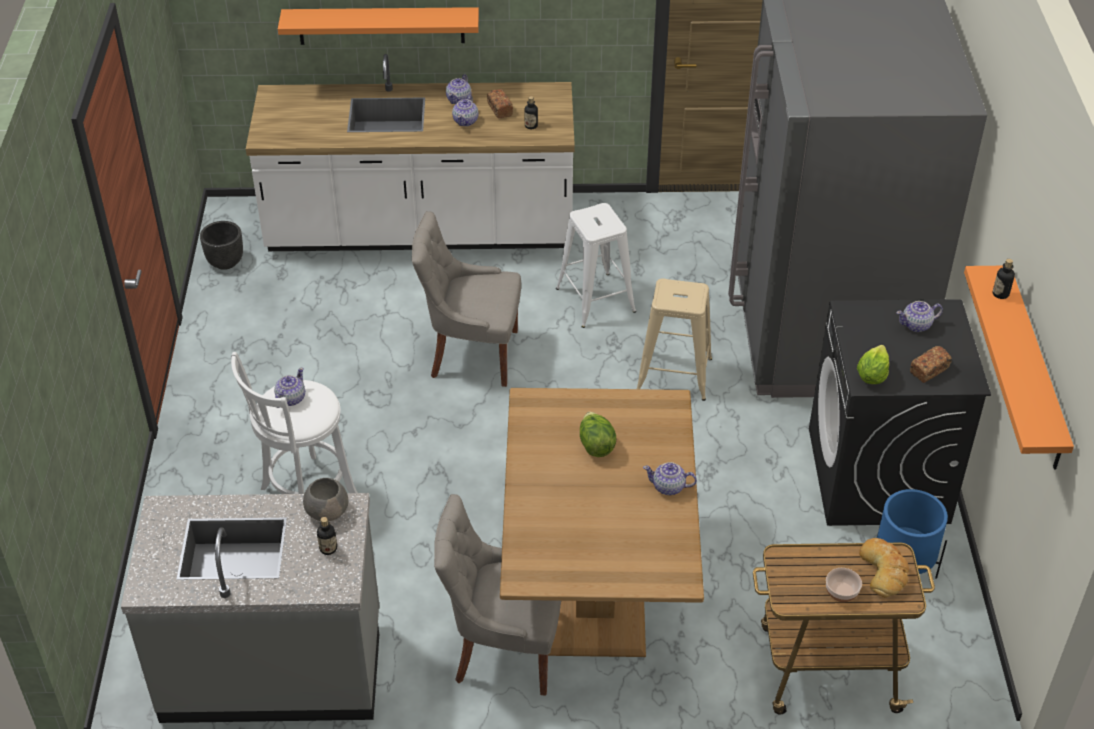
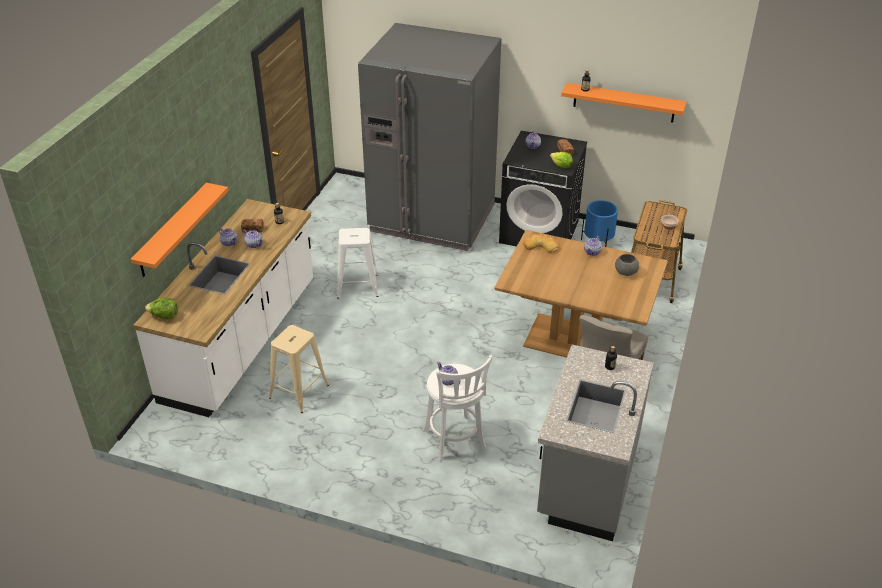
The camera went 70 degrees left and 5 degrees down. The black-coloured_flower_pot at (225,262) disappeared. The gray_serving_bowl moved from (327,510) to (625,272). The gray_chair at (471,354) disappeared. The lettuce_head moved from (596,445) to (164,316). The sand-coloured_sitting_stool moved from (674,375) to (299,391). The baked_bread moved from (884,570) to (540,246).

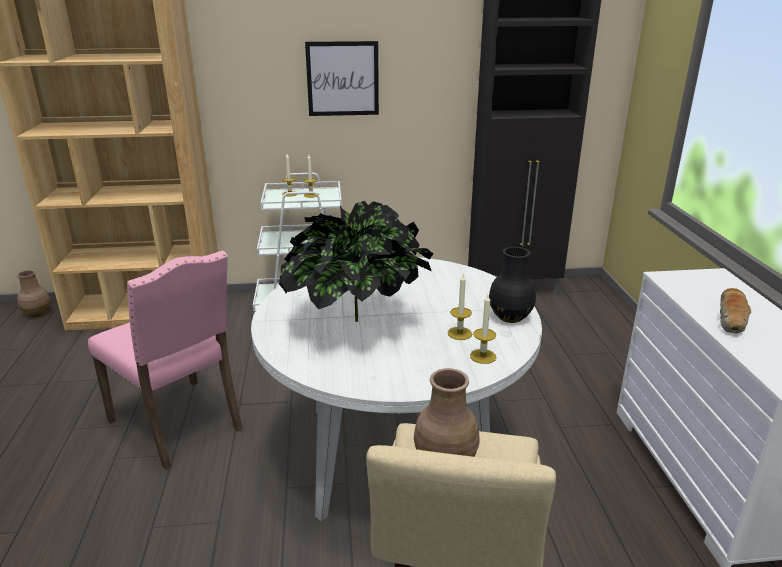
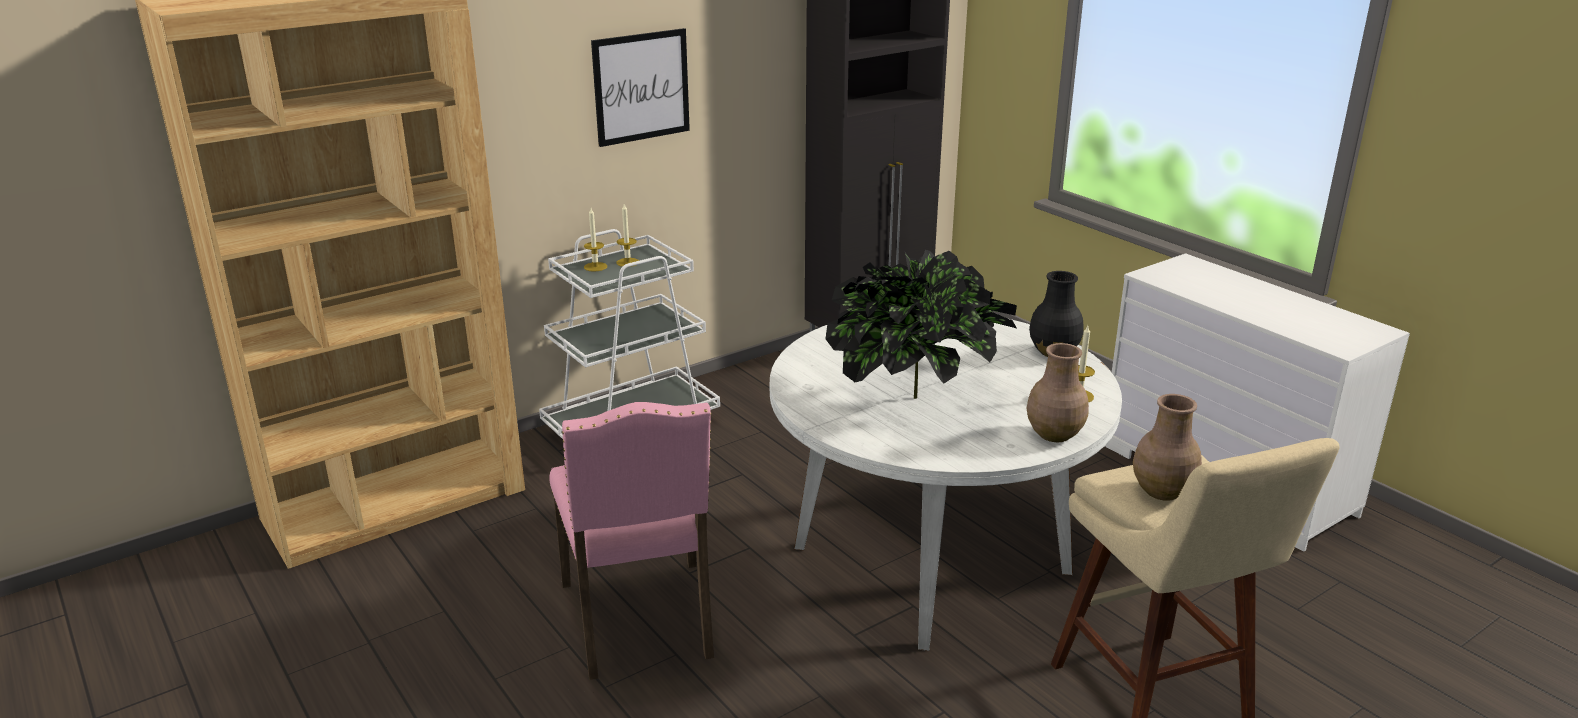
The camera went 30 degrees left and 0 degrees up. The brownish_flower_vase moved from (37,313) to (1053,434). The pinkish_chair at (180,424) turned 60 degrees clockwise. The wax_light at (459,333) disappeared. The baked_bread at (732,319) disappeared.

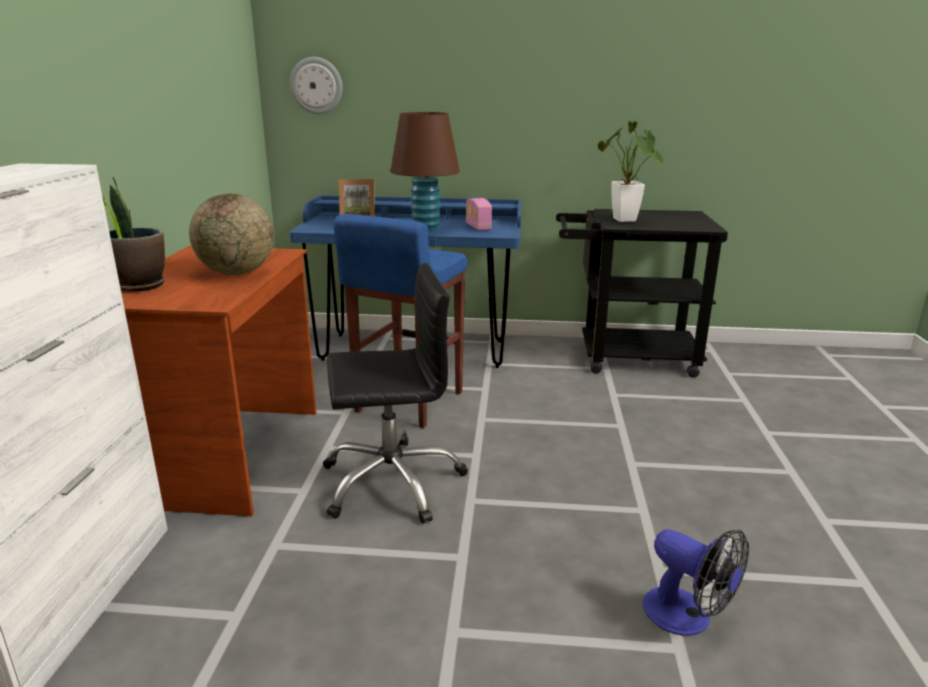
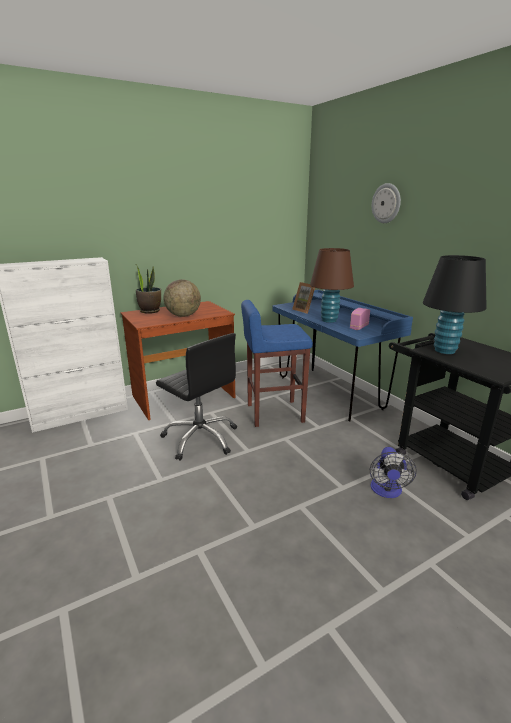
The camera went 55 degrees right and 0 degrees up. The hanging_clock moved from (316,85) to (386,203). The potted_plant at (626,221) was replaced by the black-coloured_tabletop_lamp at (444,350). The electric_fan moved from (688,617) to (386,491).

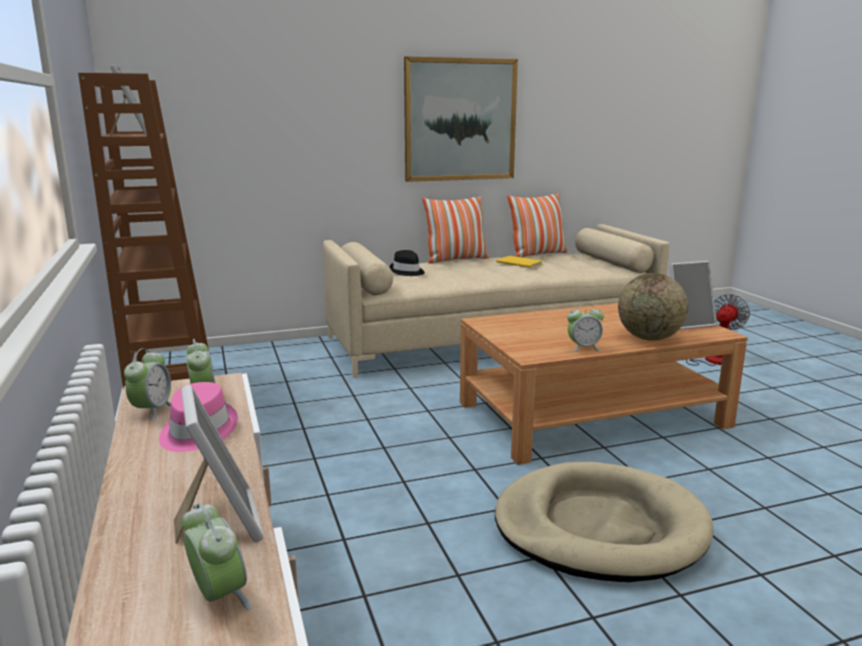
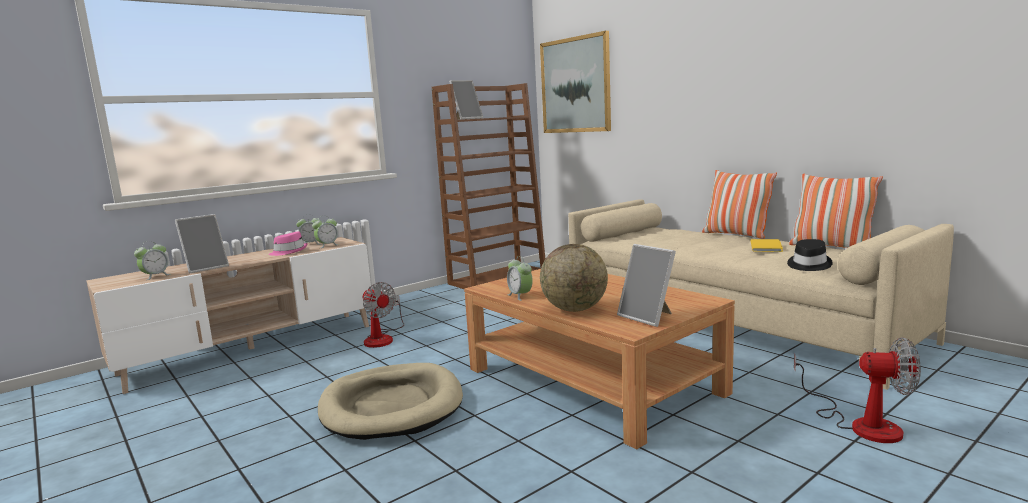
The camera went 70 degrees right and 5 degrees down. The black-coloured_wearable_hat moved from (407,271) to (808,265). The picture moved from (460,120) to (575,85). The electric_fan at (382,338) appeared.

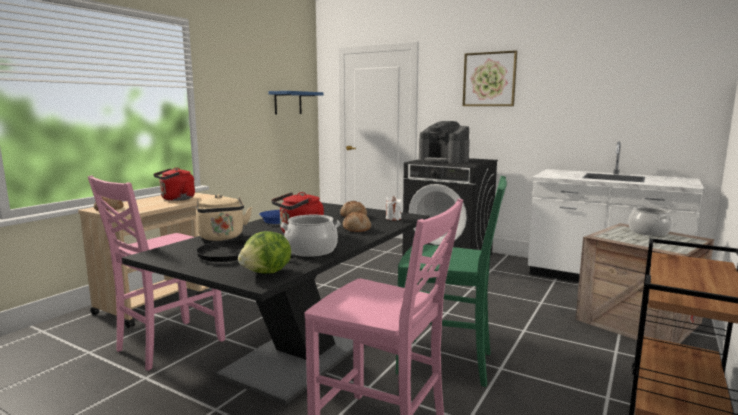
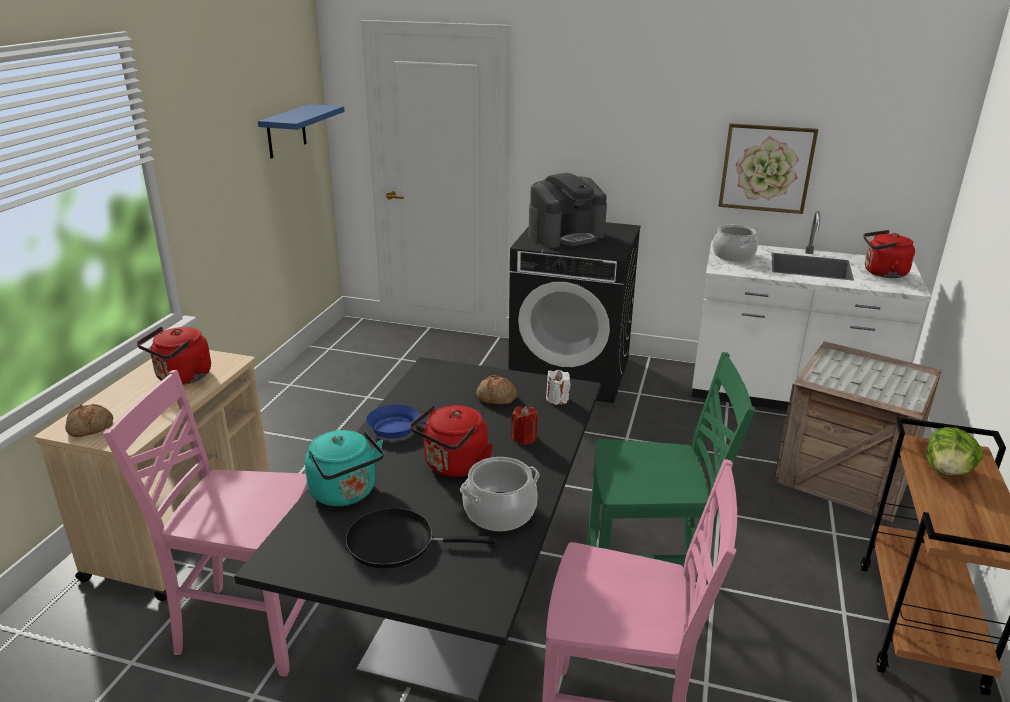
The camera went 15 degrees left and 15 degrees up. The pinkish_chair at (168,345) turned 75 degrees clockwise. The sand-coloured_kettle at (222,238) became the turquoise_kettle at (346,493). The lettuce_head moved from (267,273) to (947,471). The baked_bread at (357,228) was replaced by the reddish_wax_light at (524,438). The coffee_maker at (444,160) turned 60 degrees counterclockwise. The picture moved from (489,79) to (766,168). The cooking_pot moved from (648,232) to (733,255). The reddish_kettle at (882,273) appeared.

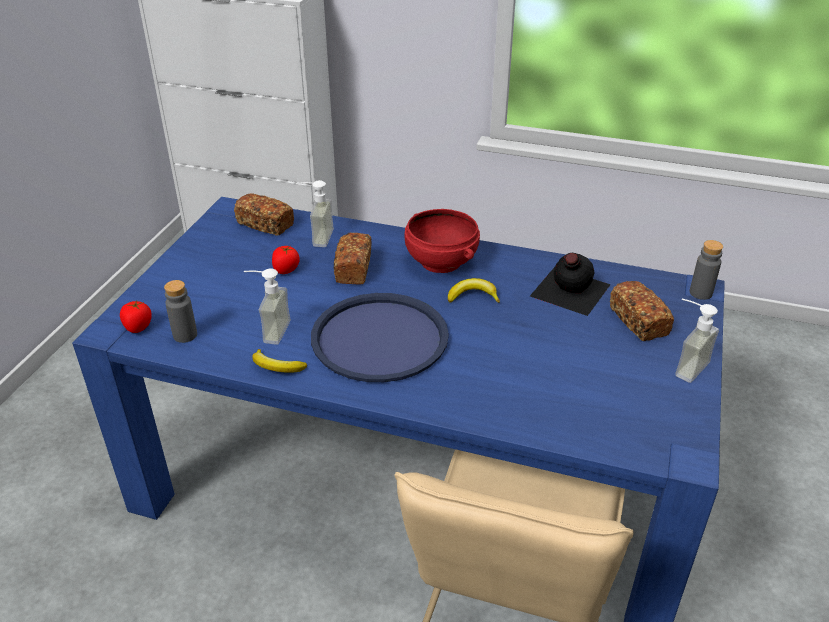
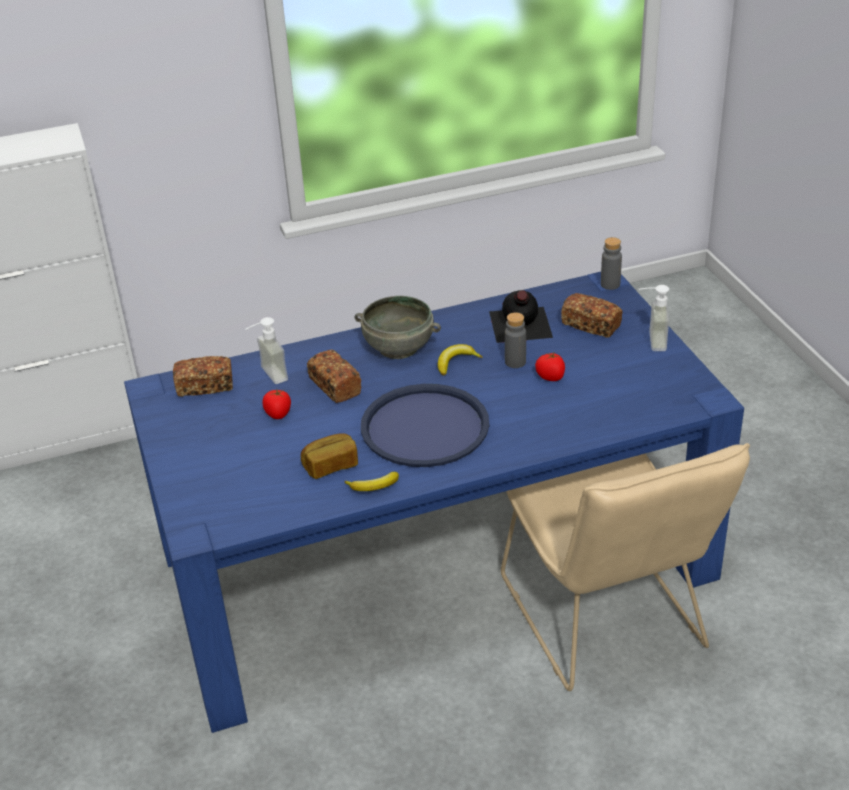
The camera went 35 degrees left and 0 degrees up. The tomato moved from (138,327) to (550,377). The gray_drink_bottle moved from (185,335) to (515,362). The soap_dispenser at (269,331) was replaced by the baked_bread at (330,465). The reddish_serving_bowl at (440,262) became the gray_serving_bowl at (398,348).

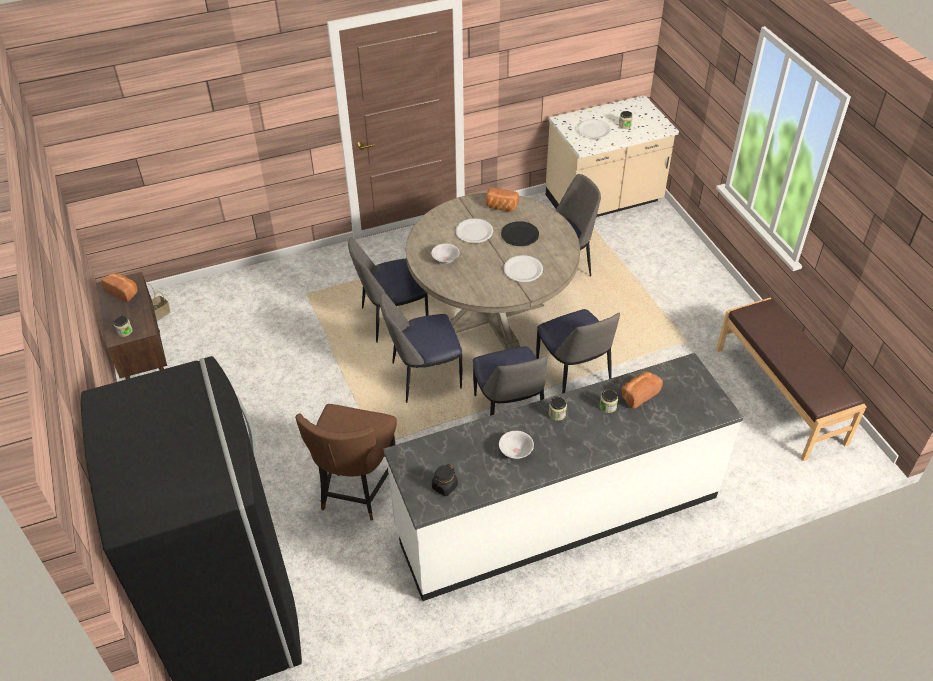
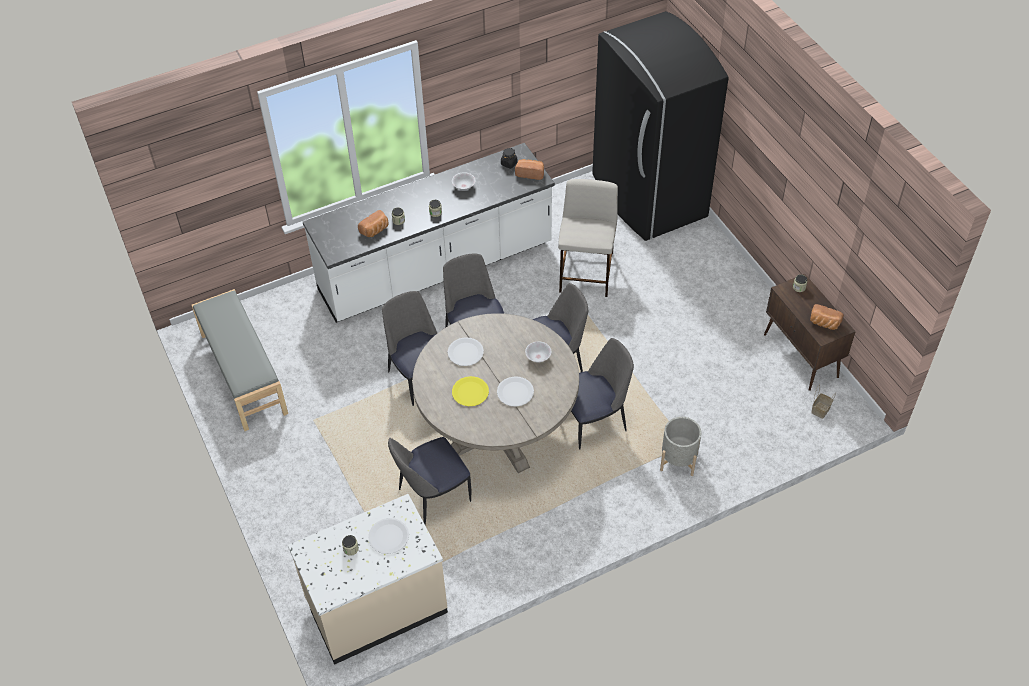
The camera went 175 degrees right and 5 degrees up. The brownish_chair at (356,489) was replaced by the sand-coloured_sitting_stool at (586,273). The baked_bread moved from (501,207) to (530,173). The black-coloured_plate at (520,235) became the yellow-coloured_plate at (470,392). The brownish_bench at (780,394) became the gray_bench at (243,374). The gray_flower_pot at (678,460) appeared.

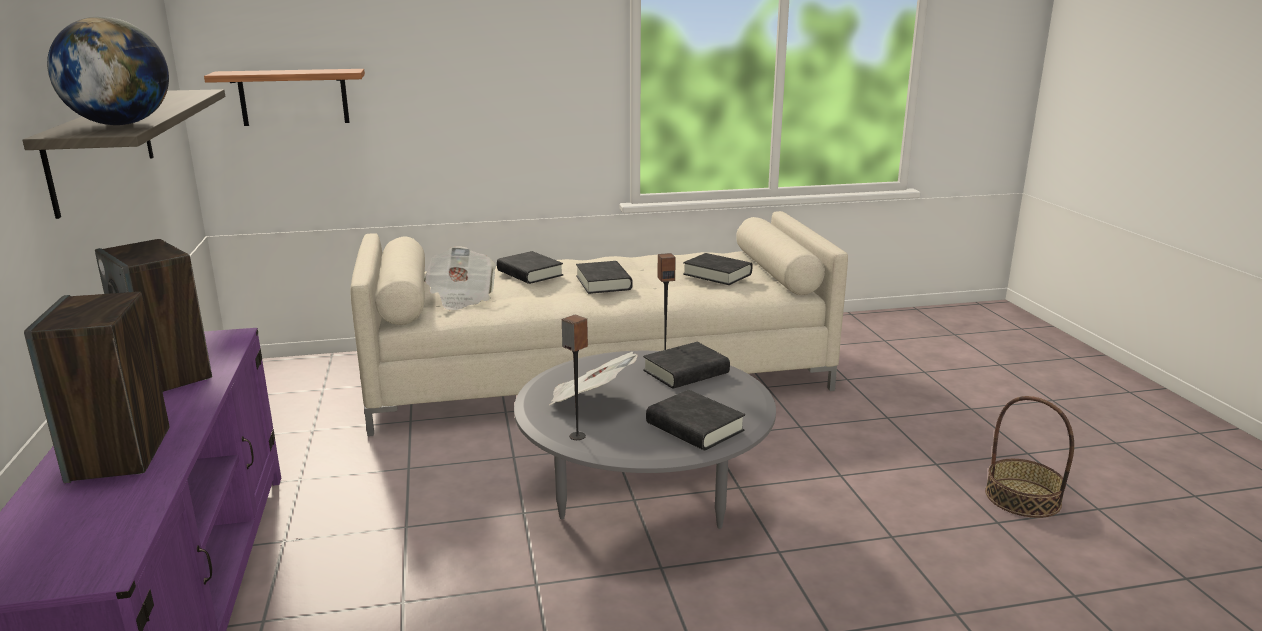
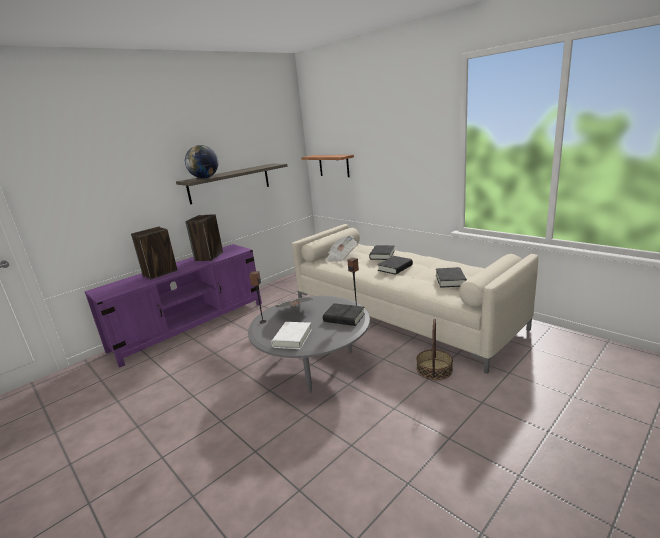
The camera went 60 degrees right and 0 degrees up. The black-coloured_bound_book at (694,427) became the white-coloured_bound_book at (292,338). The household_basket moved from (1023,498) to (434,369).

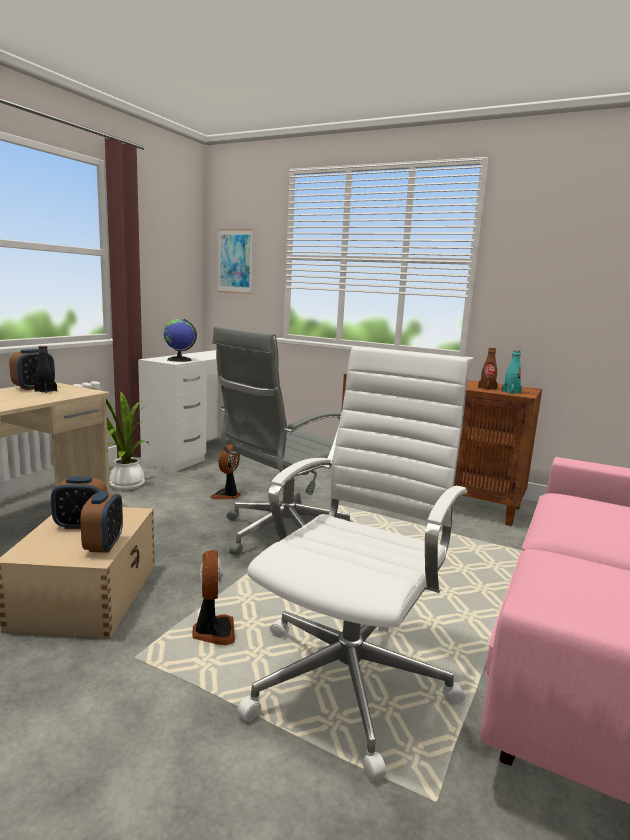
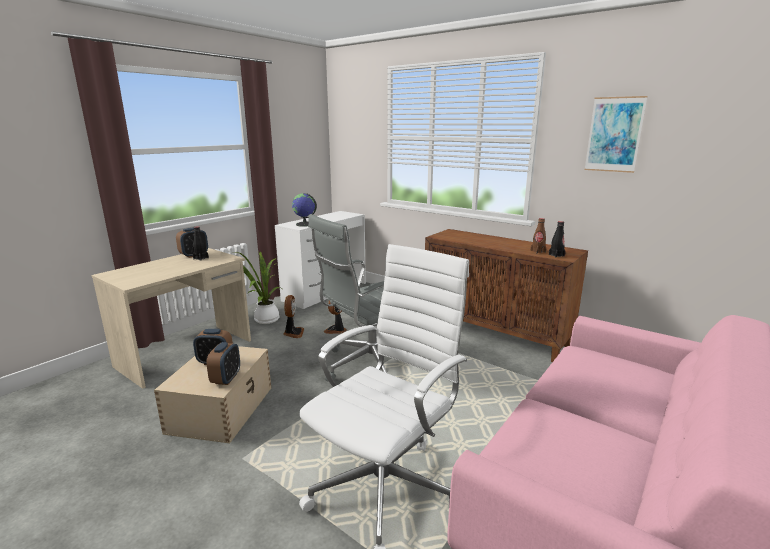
The camera went 10 degrees right and 5 degrees up. The electric_fan moved from (213,631) to (293,333). The picture moved from (235,261) to (614,134). The turquoise_drink_bottle at (511,392) became the black-coloured_drink_bottle at (556,255).

